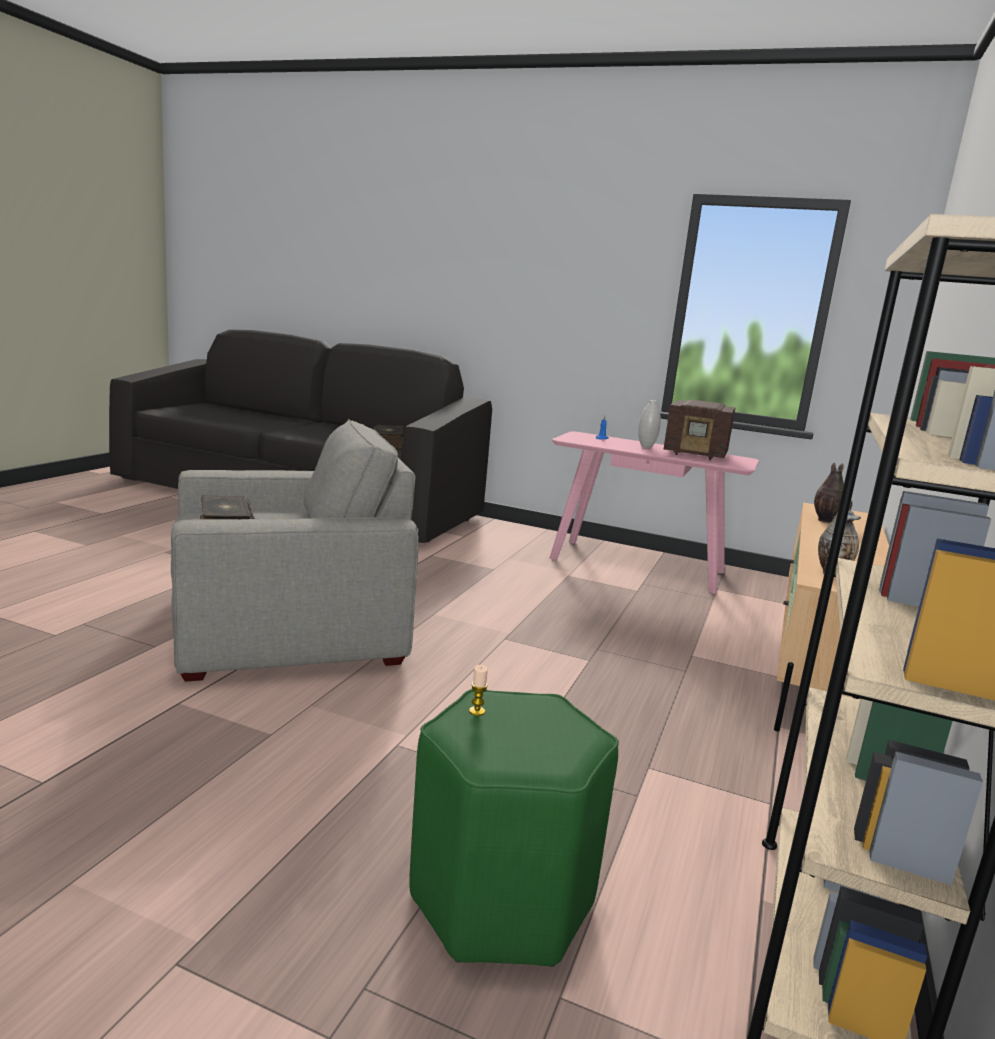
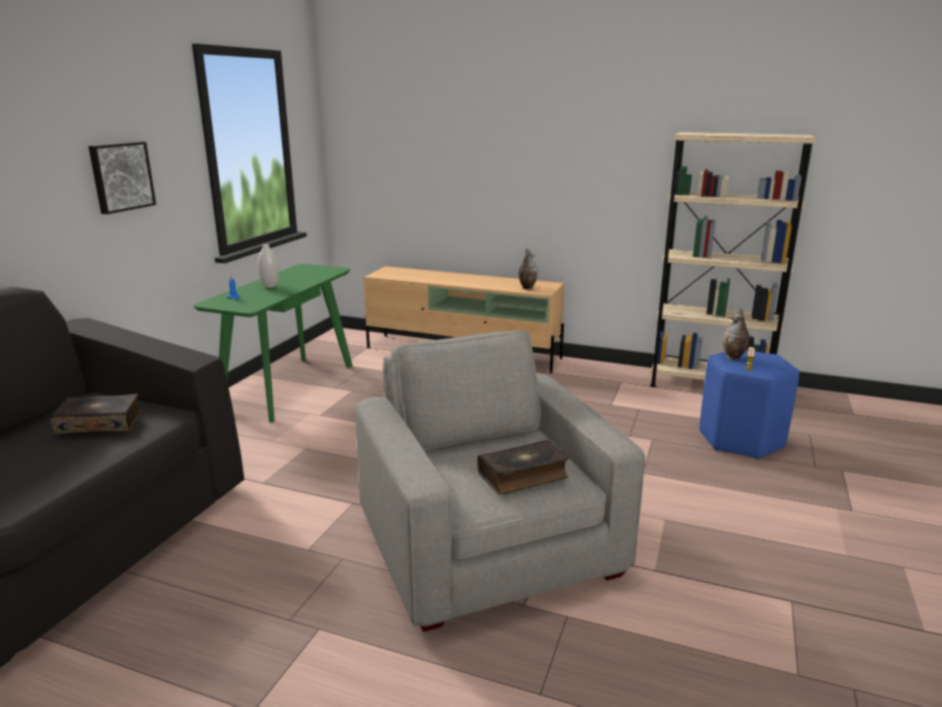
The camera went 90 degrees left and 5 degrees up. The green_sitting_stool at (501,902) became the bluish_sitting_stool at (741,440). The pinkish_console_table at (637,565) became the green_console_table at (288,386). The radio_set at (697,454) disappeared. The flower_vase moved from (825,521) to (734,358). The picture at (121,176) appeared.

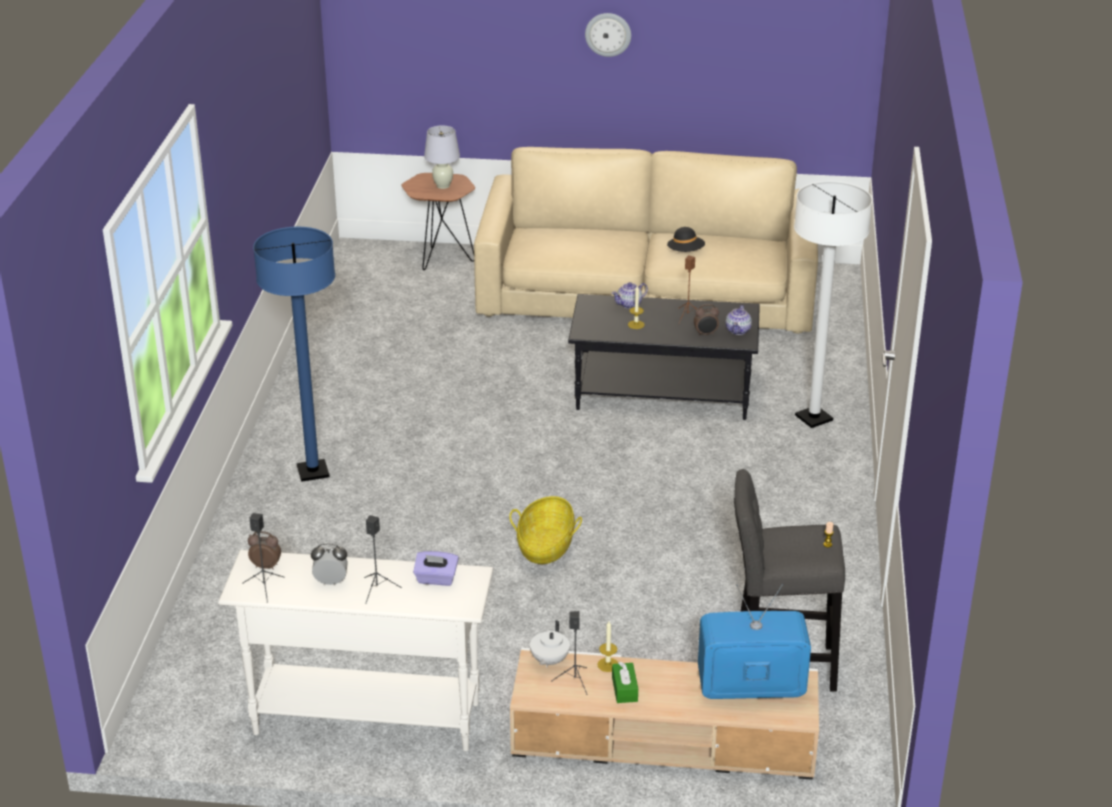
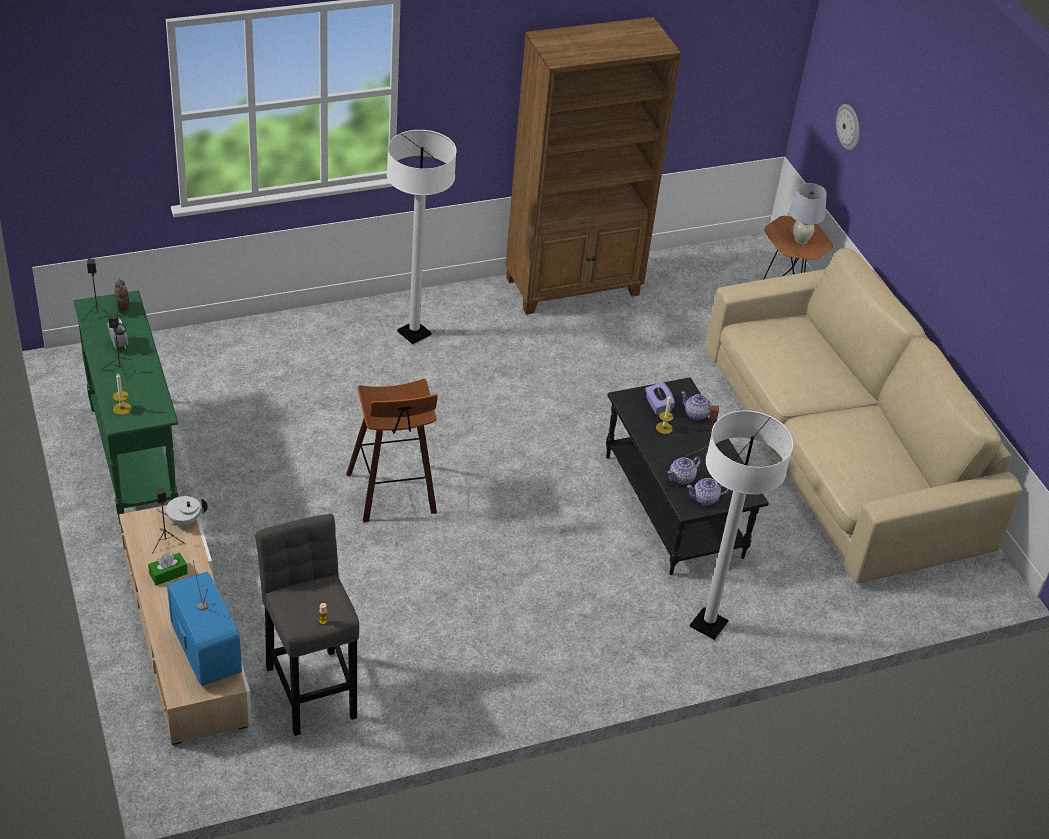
The camera went 60 degrees right and 10 degrees up. The white-coloured_console_table at (366,718) became the green_console_table at (134,459). The bluish_floor_lamp at (313,472) became the white-coloured_floor_lamp at (414,333). The purplish_box_of_tissues moved from (436,579) to (658,406). The household_basket at (545,546) was replaced by the sitting_stool at (395,495). The hanging_clock moved from (608,34) to (849,127). The wax_light moved from (608,664) to (122,408). The black-coloured_wearable_hat at (685,252) disappeared. The bedside_clock at (706,334) was replaced by the tea_pot at (682,478). The brownish_shelving_unit at (574,287) appeared.

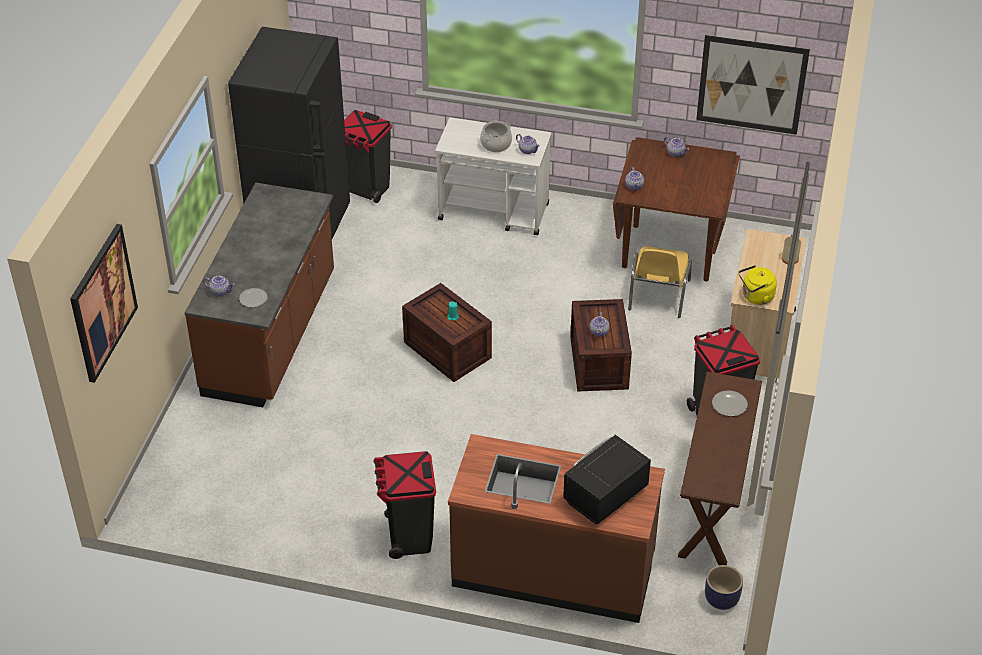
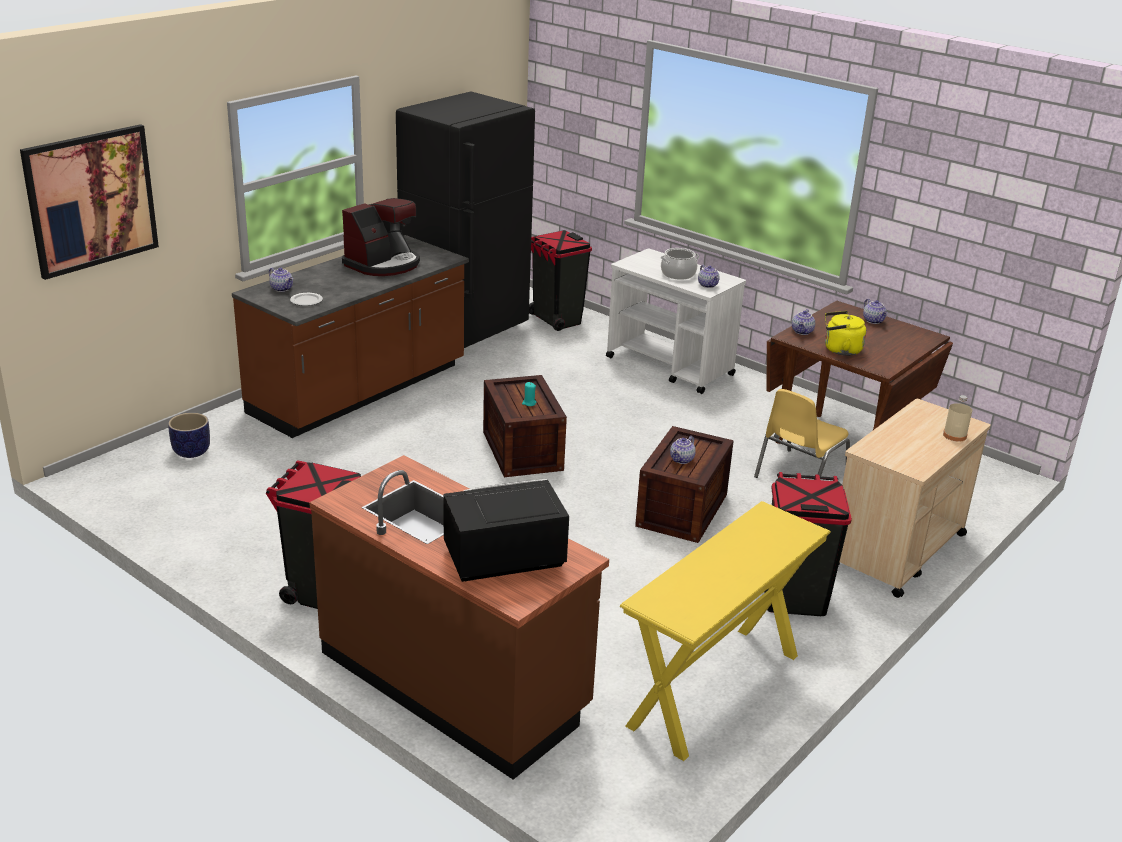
The camera went 25 degrees right and 15 degrees down. The brownish_console_table at (712,507) became the yellow-coloured_console_table at (714,690). The picture at (751,85) disappeared. The flower_pot moved from (722,599) to (191,452). The plate at (730,405) disappeared. The yellow-coloured_kettle moved from (755,297) to (840,350). The coffee_maker at (383,264) appeared.

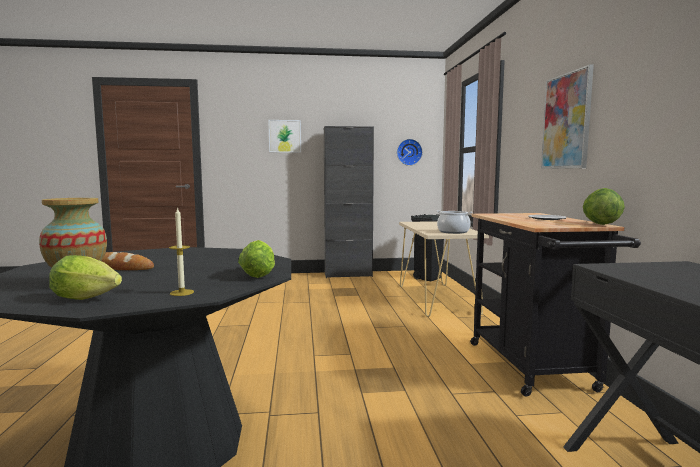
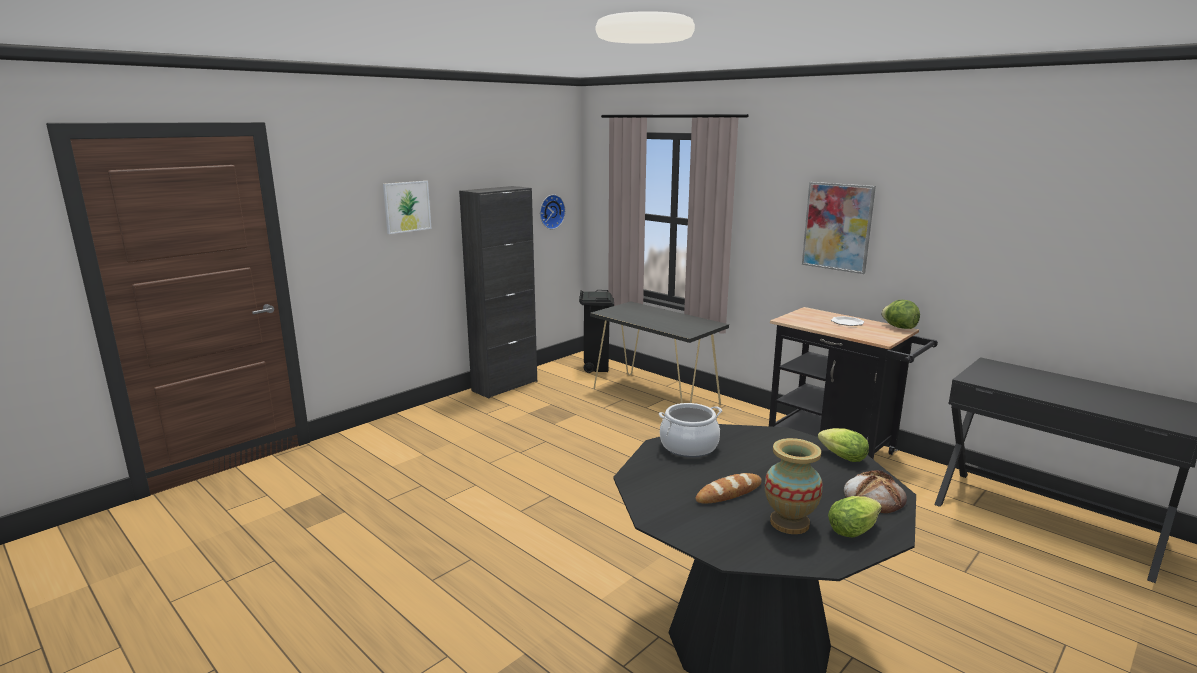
The camera went 40 degrees left and 10 degrees up. The wax_light at (181,293) was replaced by the baked_bread at (874,497). The sand-coloured_console_table at (437,299) became the black-coloured_console_table at (655,396). The cooking_pot moved from (453,232) to (688,446).

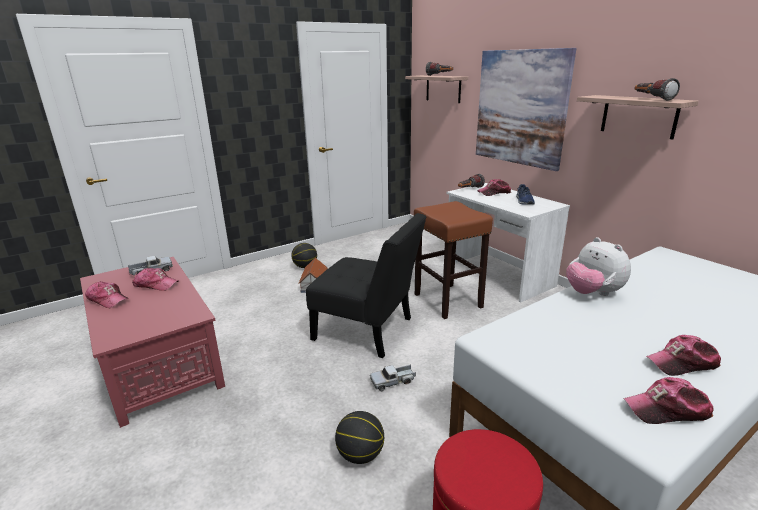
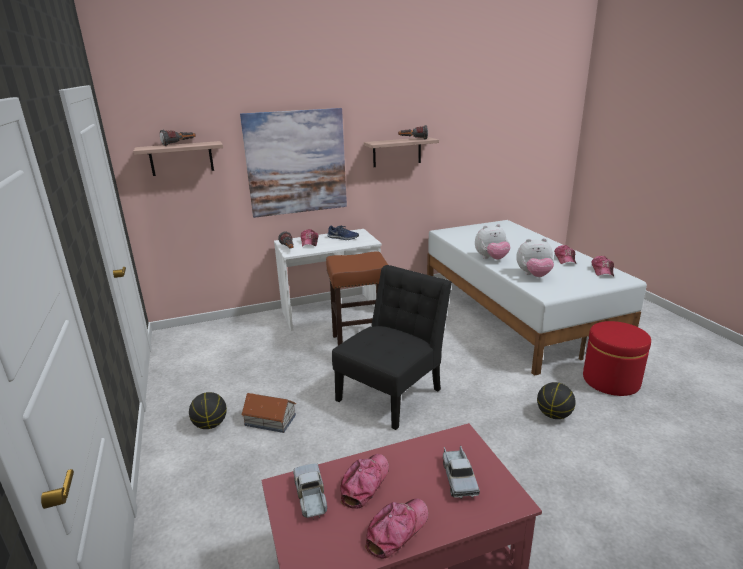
The camera went 75 degrees left and 0 degrees up. The toy_truck moved from (393,381) to (458,478). The plush_toy at (534,275) appeared.

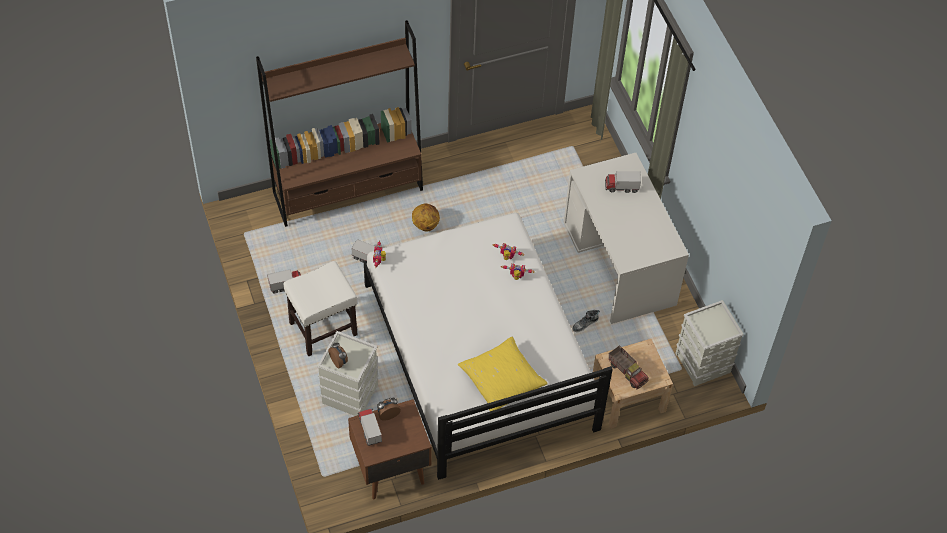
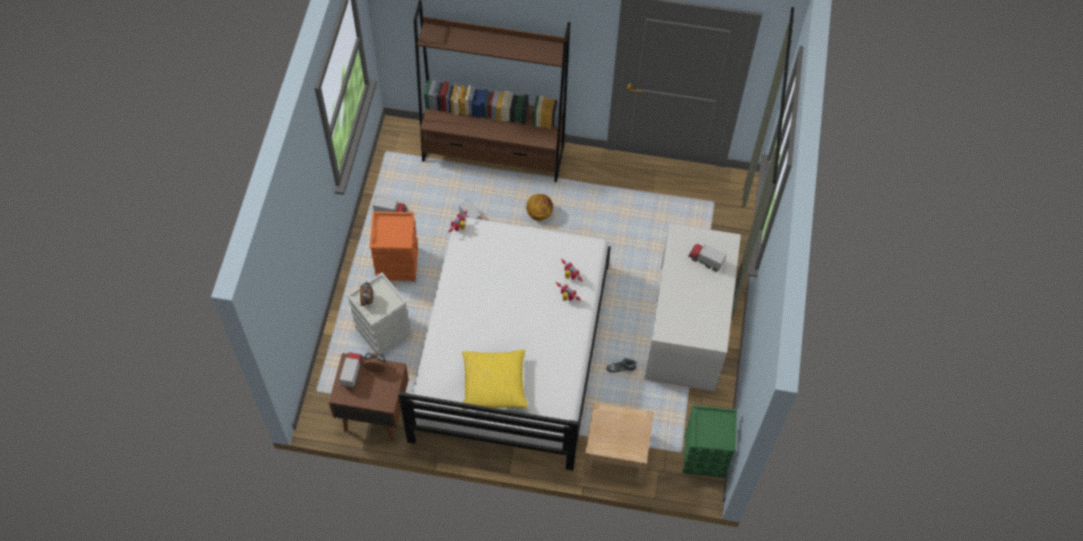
The camera went 30 degrees right and 5 degrees up. The white-coloured_sitting_stool at (324,328) was replaced by the orange-coloured_storage_bin at (398,264). The toy_truck at (627,372) disappeared. The gray_storage_bin at (703,363) became the green_storage_bin at (705,456).

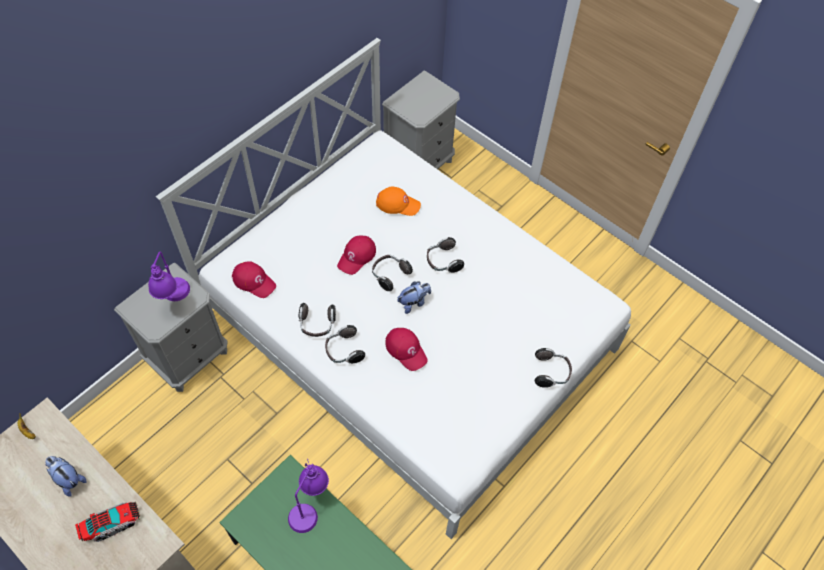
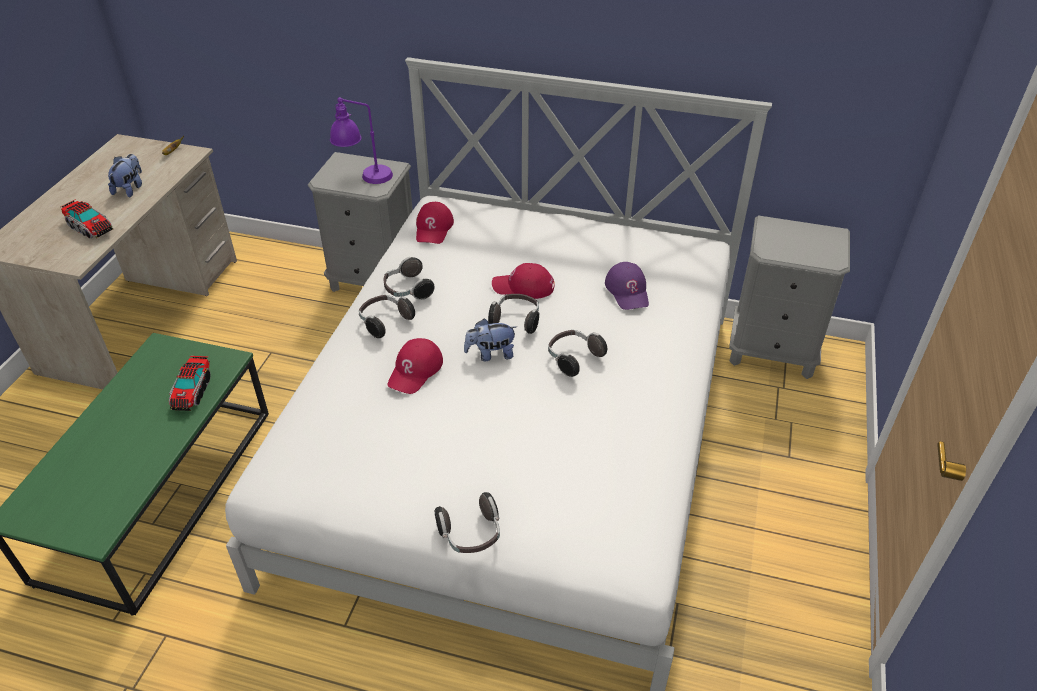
The camera went 65 degrees right and 15 degrees down. The purplish_tabletop_lamp at (309,506) was replaced by the toy_truck at (192,391). The orange-coloured_cap at (398,204) became the purplish_cap at (628,291). The plush_toy at (414,302) turned 135 degrees clockwise.

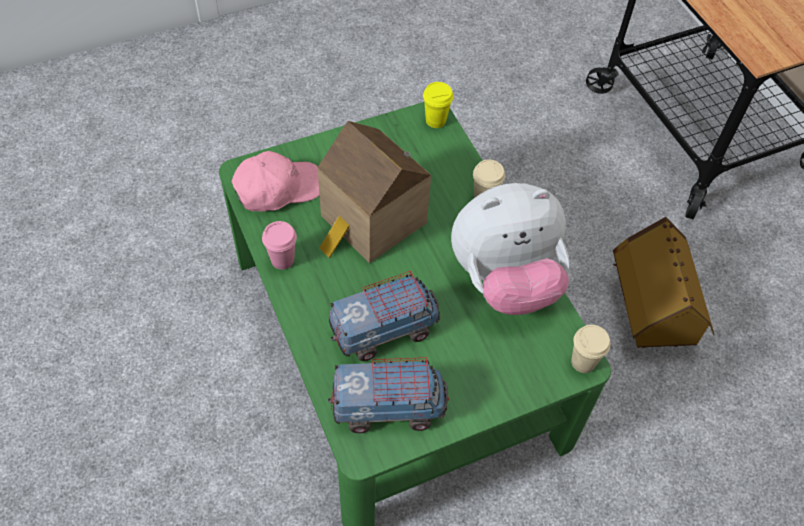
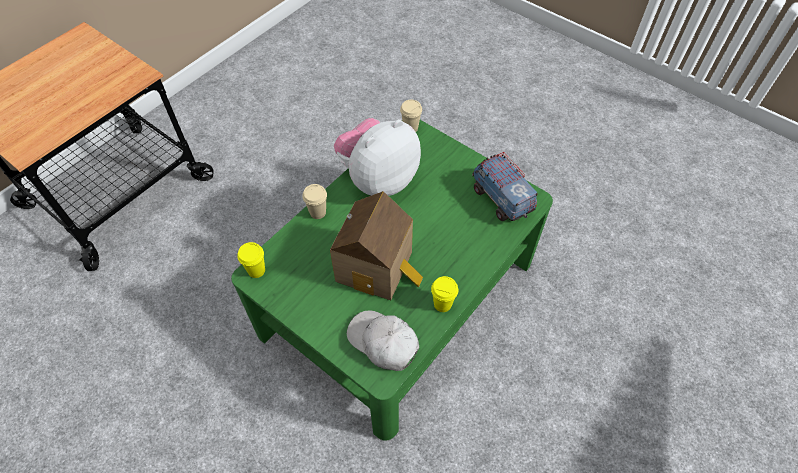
The camera went 115 degrees left and 0 degrees up. The pinkish_cap at (277,188) became the white-coloured_cap at (383,343). The pinkish_cup at (282,260) became the yellow-coloured_cup at (442,304). The toy_truck at (384,330) disappeared. The plush_toy at (505,280) turned 90 degrees counterclockwise. The toy_house at (649,313) disappeared.

